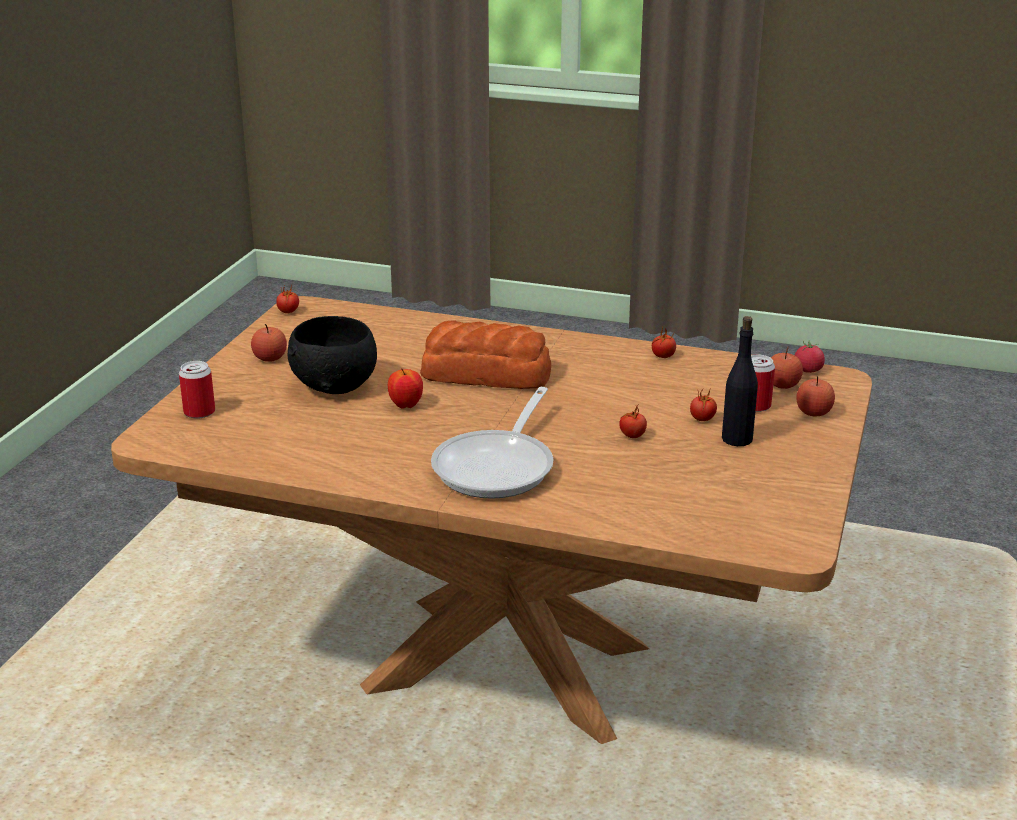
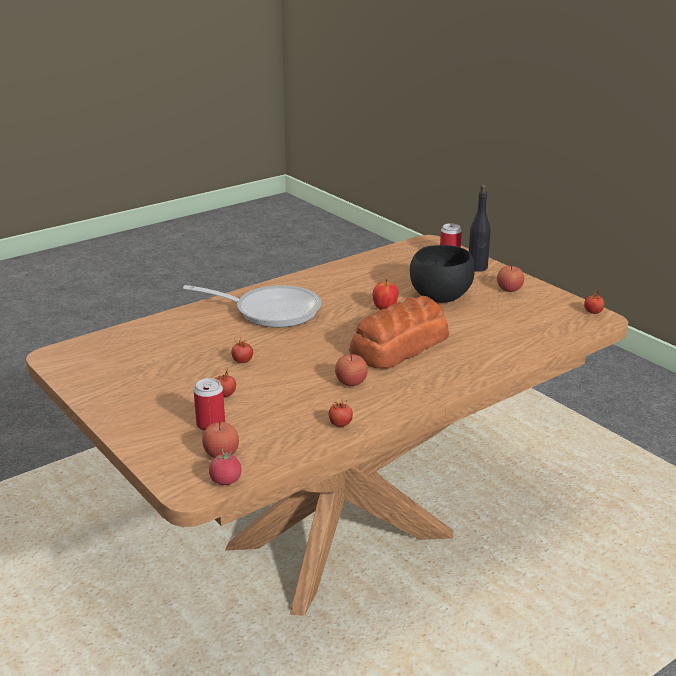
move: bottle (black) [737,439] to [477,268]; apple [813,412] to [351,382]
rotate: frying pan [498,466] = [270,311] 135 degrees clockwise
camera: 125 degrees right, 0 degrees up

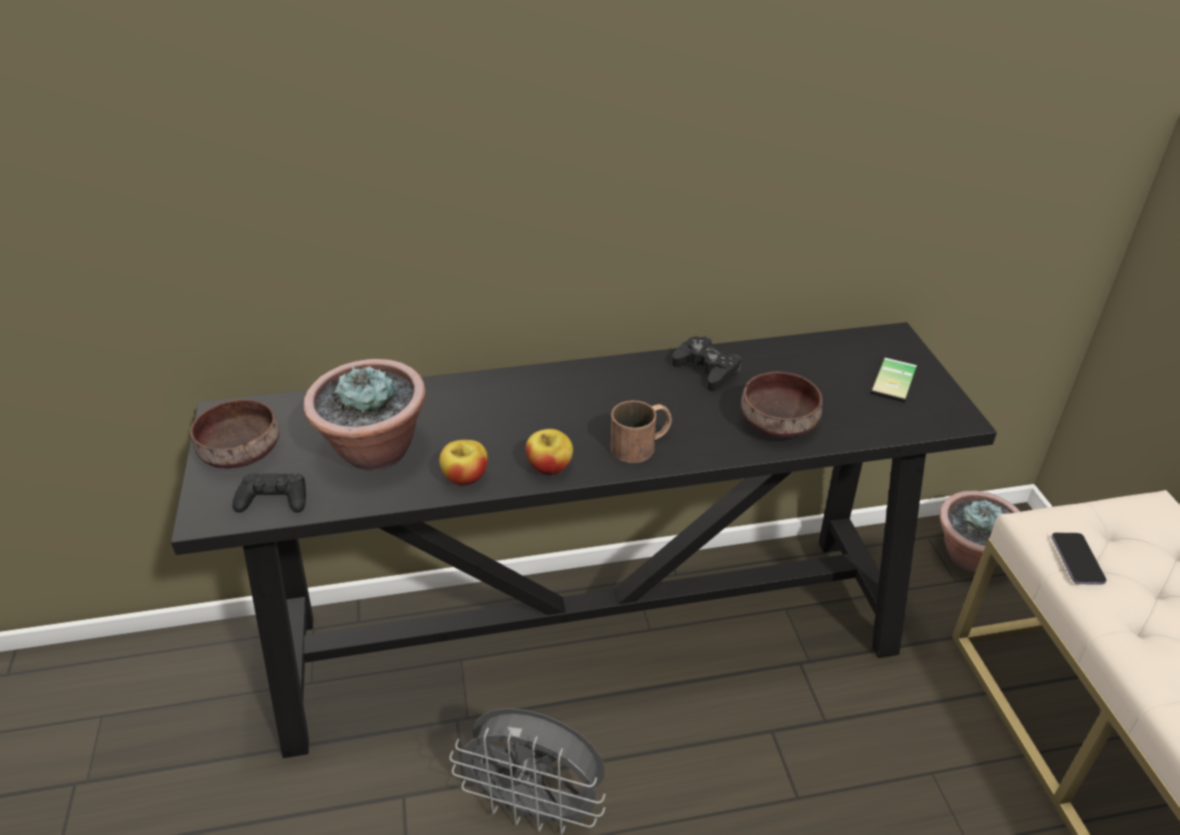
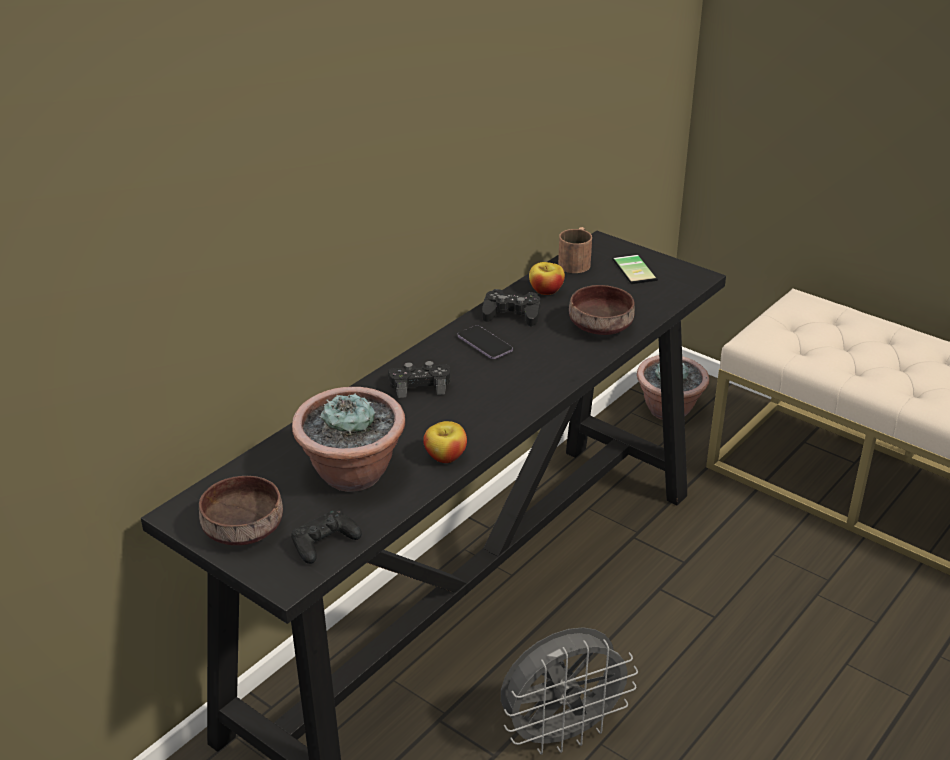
insert: game controller (black) [419,385]
move: apple [549,467] to [546,291]; mug (brown) [642,444] to [576,261]; phone [1077,560] to [484,344]
camera: 40 degrees left, 5 degrees down

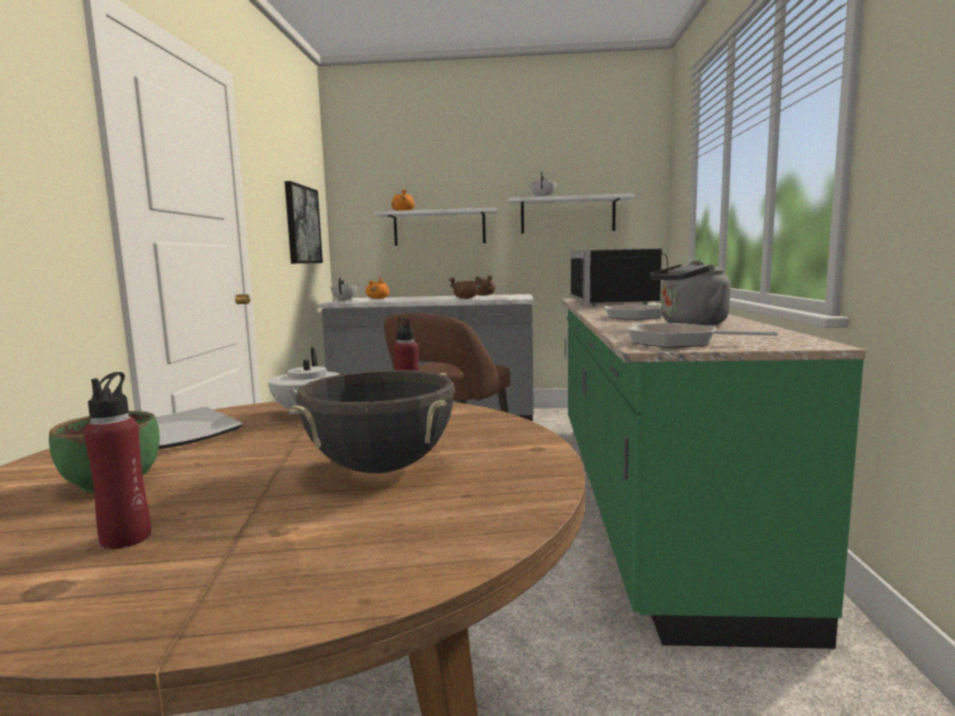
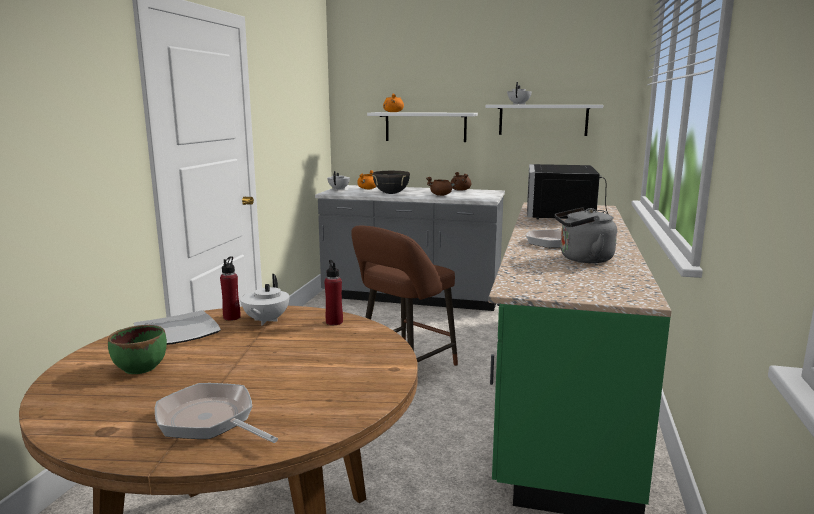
delete: picture [302,225]
move: bottle (red) [126,538] to [232,317]; cooking pot (black) [380,468] to [391,193]; frying pan [679,342] to [210,421]
camera: 10 degrees right, 5 degrees up

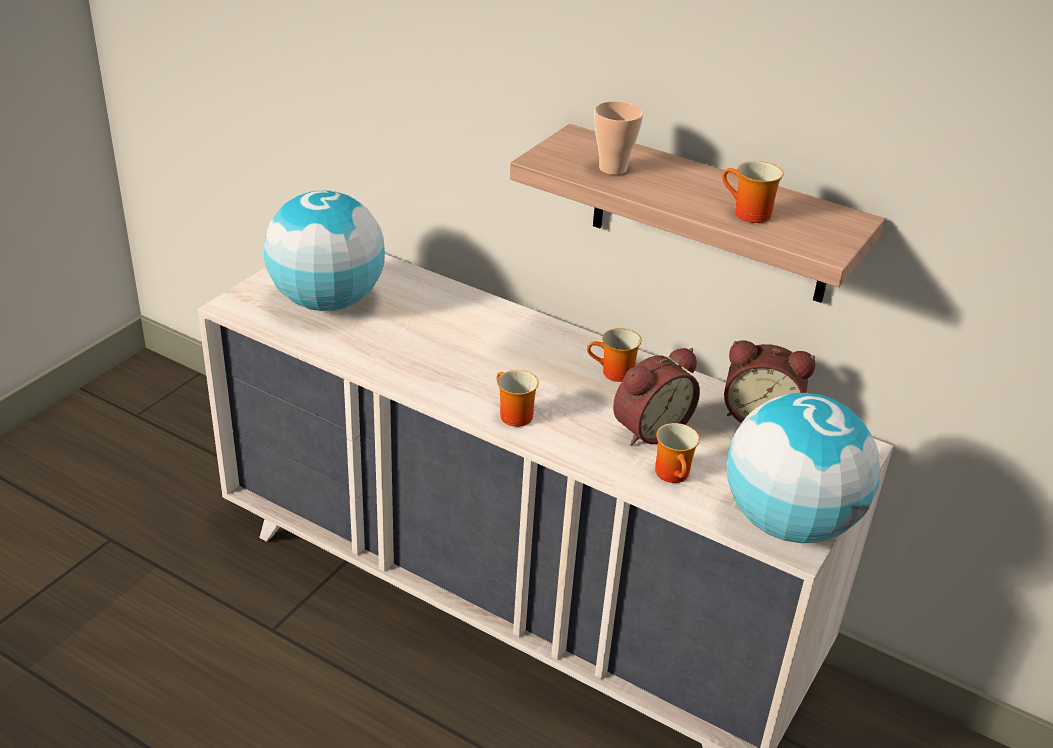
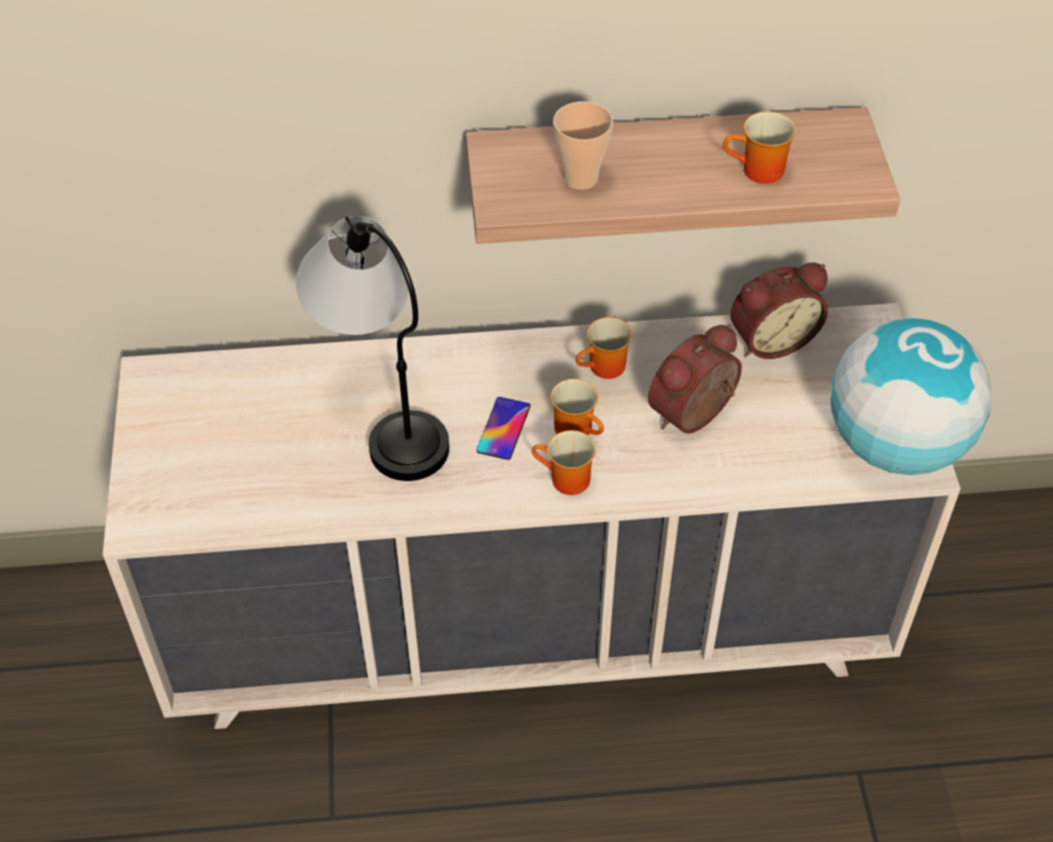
delete: globe [327,302]
insert: table lamp [384,412]; phone [503,428]
move: mug [675,475] to [578,429]
rotate: alarm clock [648,429] = [695,416] 150 degrees counterclockwise
camera: 35 degrees left, 15 degrees up

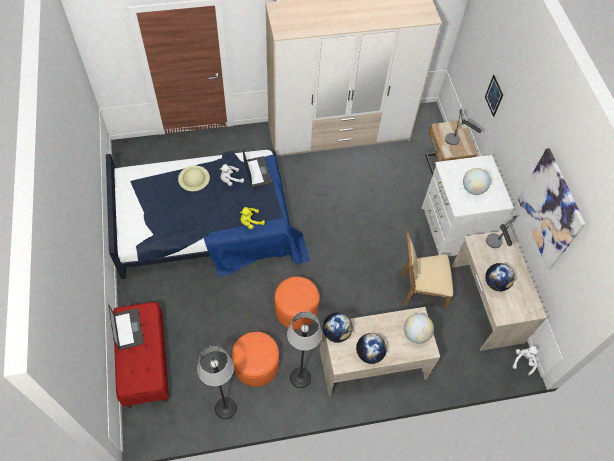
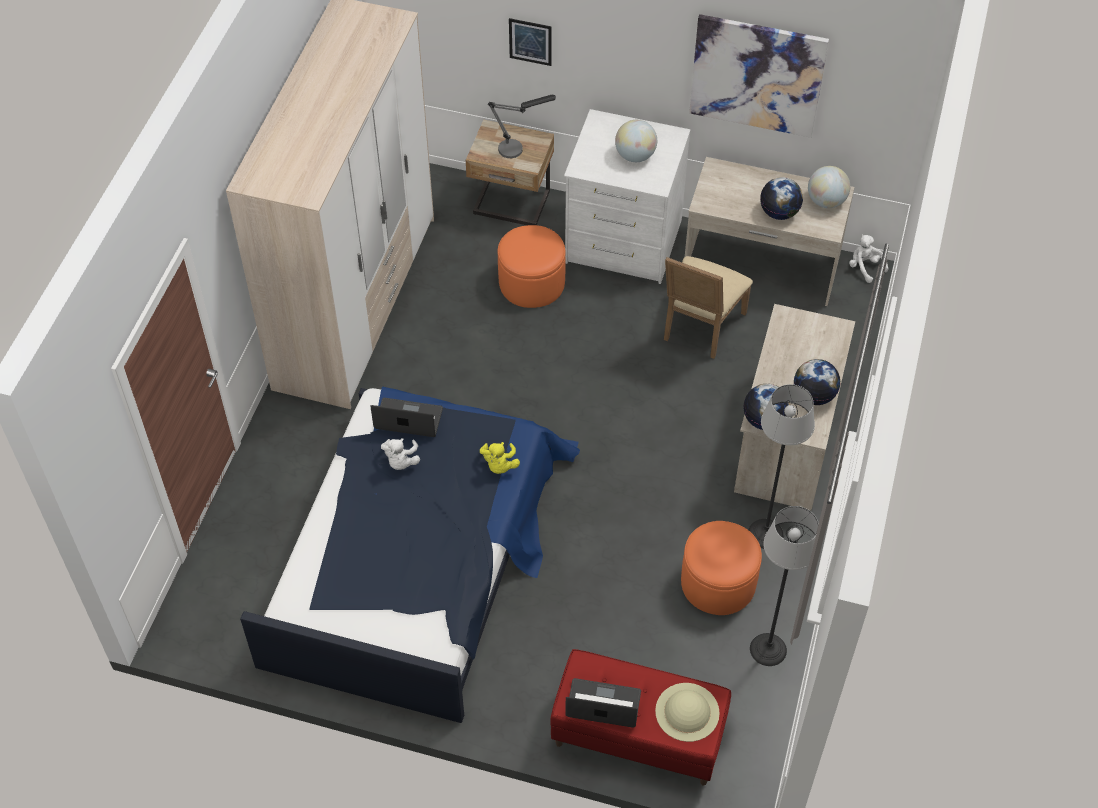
delete: table lamp [494,245]
move: hat (beige) [194,178] to [687,712]; ottoman (orange) [296,310] to [531,283]; globe [416,334] to [826,201]
camera: 60 degrees left, 5 degrees down

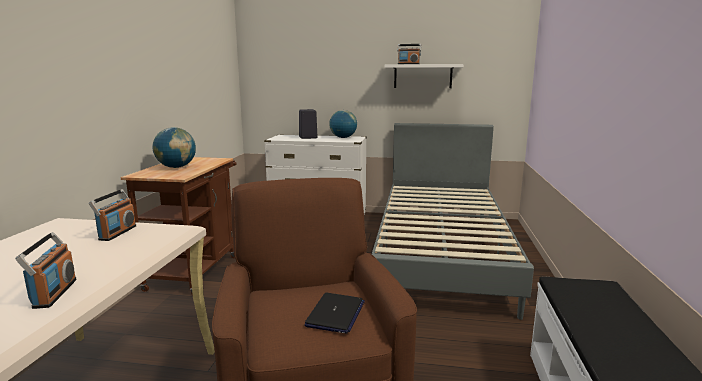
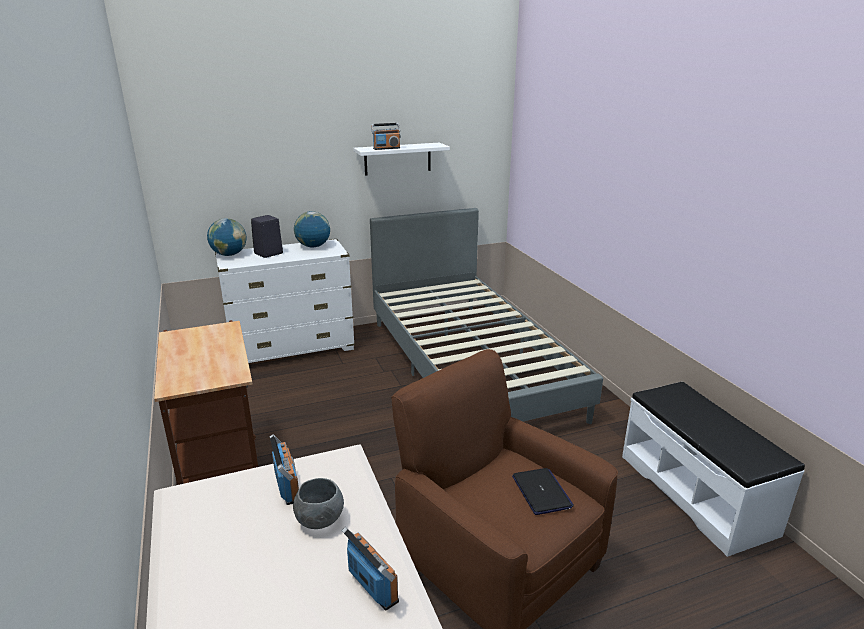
insert: bowl (grey) [319,520]
move: globe [176,167] to [229,254]
camera: 30 degrees left, 10 degrees up

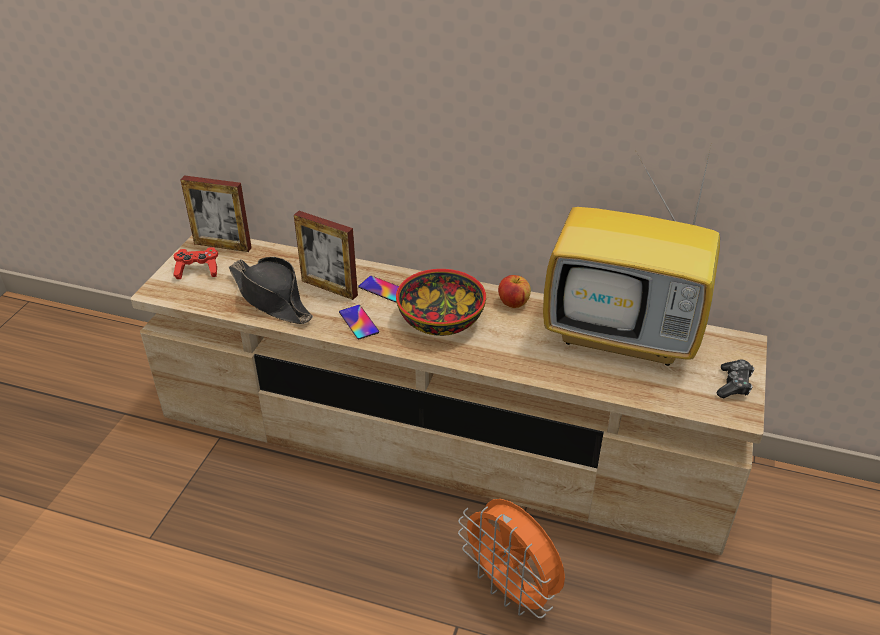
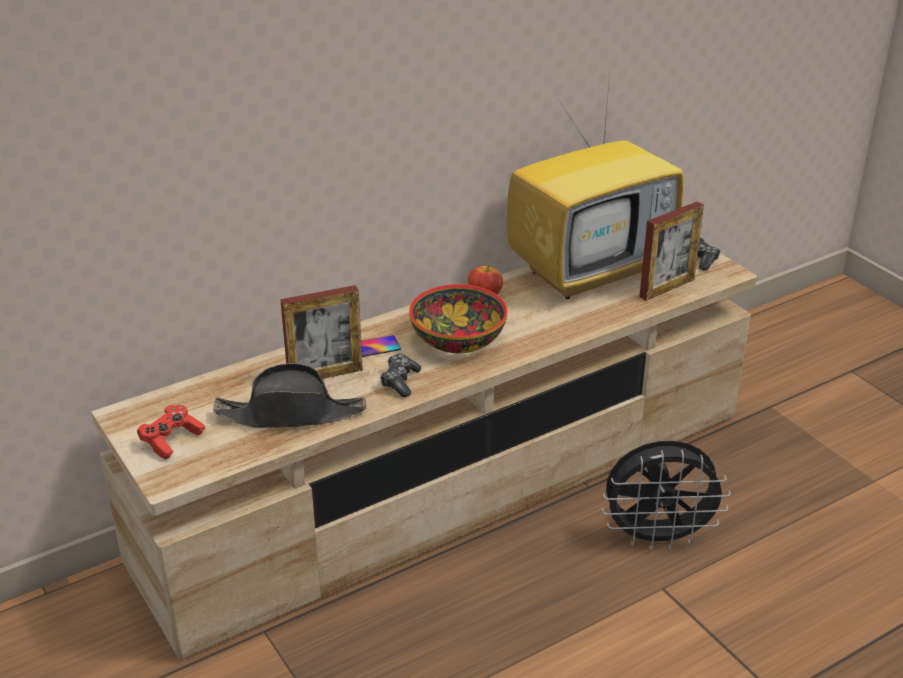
move: picture frame [222,246] to [667,288]
replace: phone [358,322] to game controller [400,381]
recolor: fan (orange) [511,590] to fan (black) [657,537]
camera: 50 degrees left, 5 degrees down

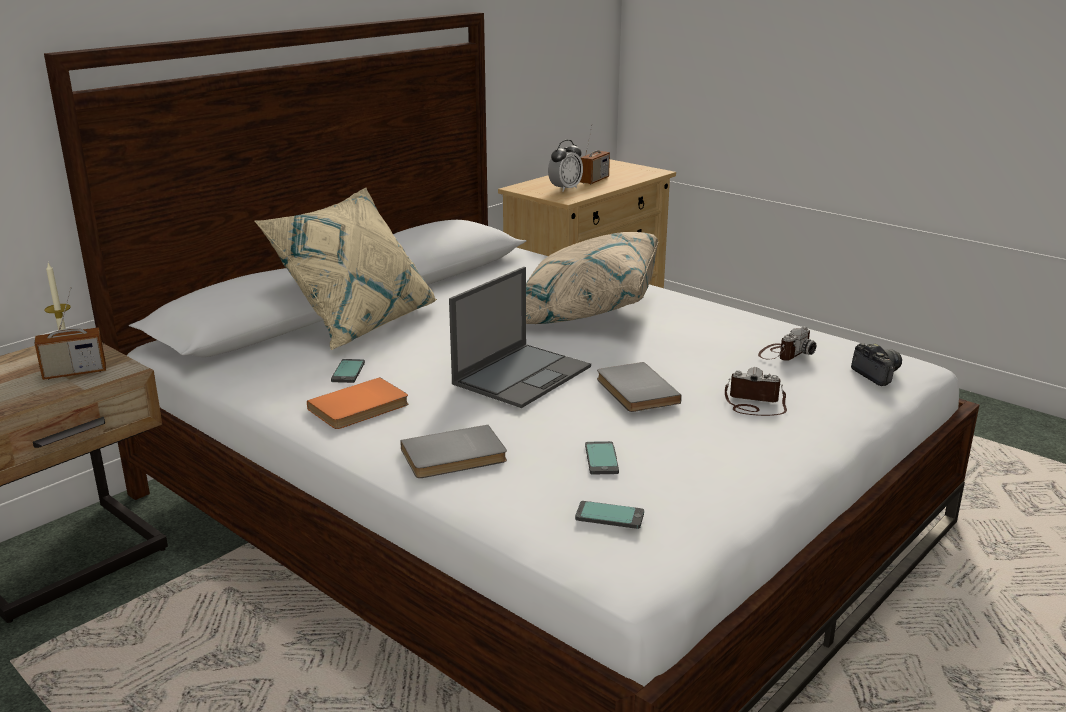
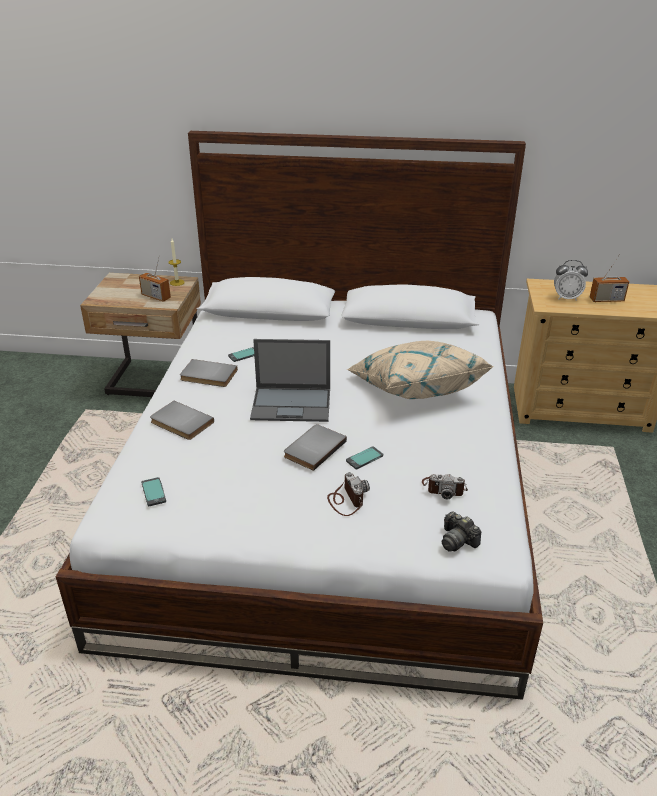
delete: pillow (beige) [357,323]
move: phone [602,459] to [364,458]
recolor: book (orange) [360,408] to book (grey) [208,376]
rotate: photo camera [876,374] = [457,541] 105 degrees clockwise
camera: 55 degrees right, 10 degrees up

